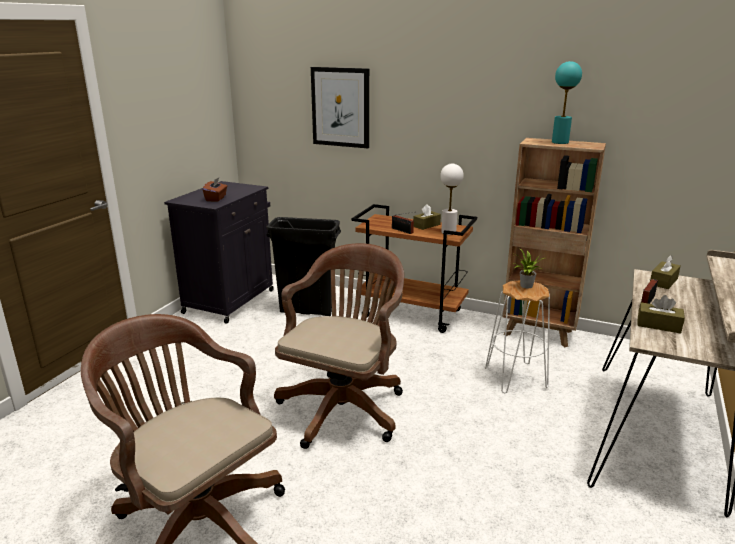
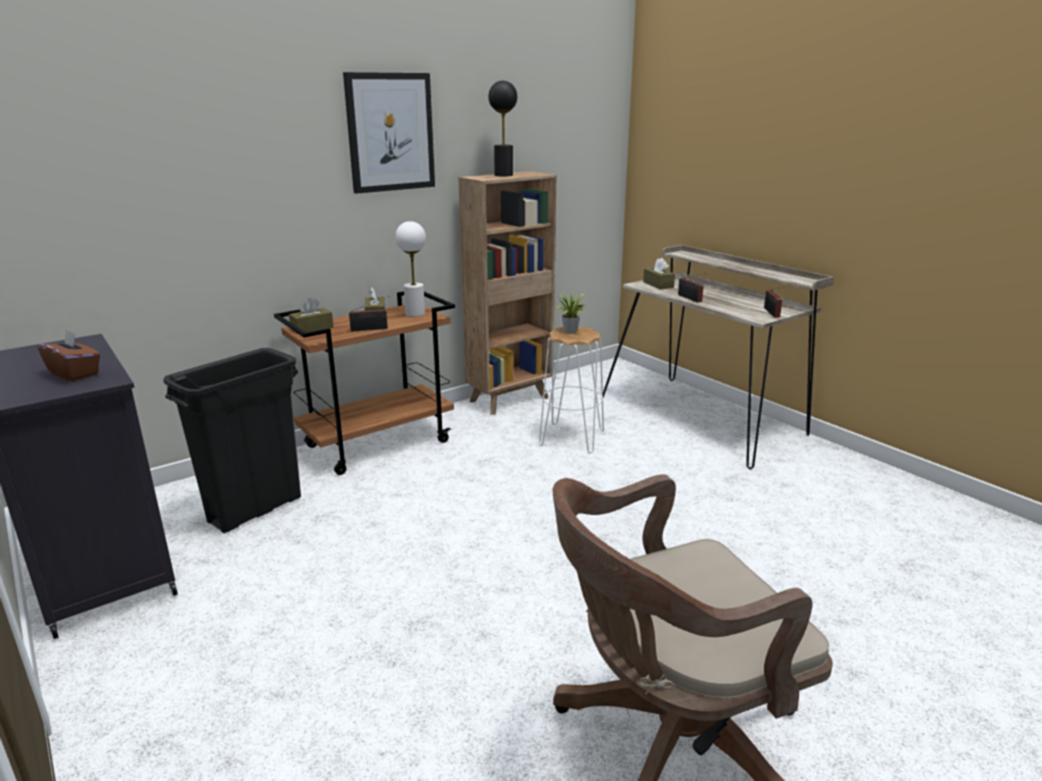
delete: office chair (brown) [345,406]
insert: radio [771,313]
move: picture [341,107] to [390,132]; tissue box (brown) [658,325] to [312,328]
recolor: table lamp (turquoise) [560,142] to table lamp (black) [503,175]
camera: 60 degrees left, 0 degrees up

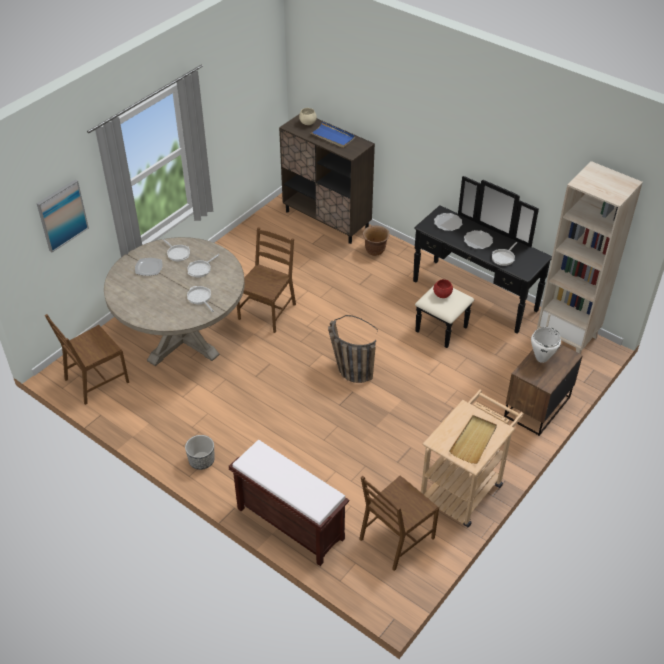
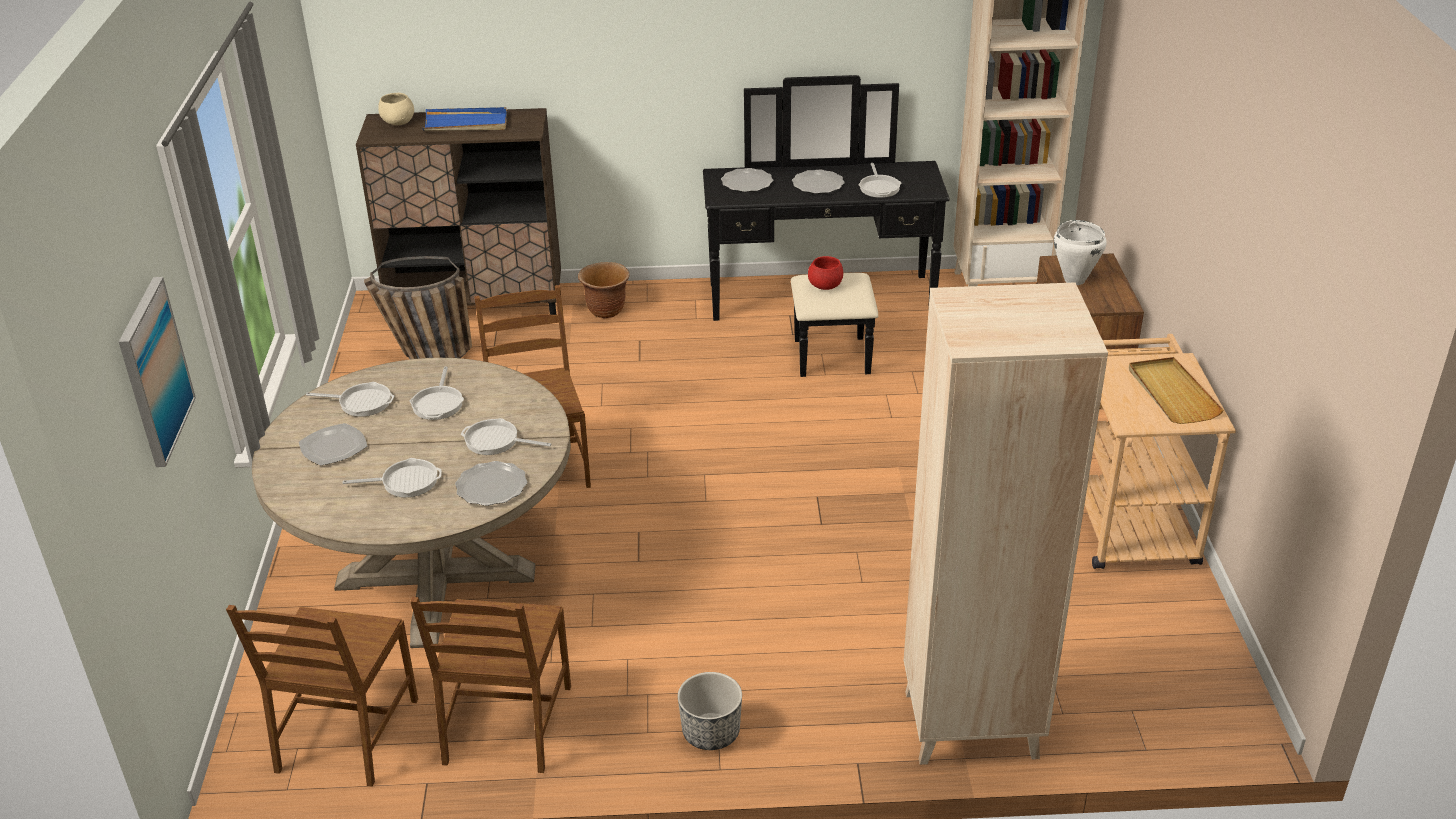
insert: frying pan [405,482]; plate [492,486]
move: basket [348,370] to [423,356]; chair (brown) [396,538] to [506,725]
replace: bench (brown) [289,523] to bookcase (beige) [969,725]
camera: 40 degrees left, 10 degrees down

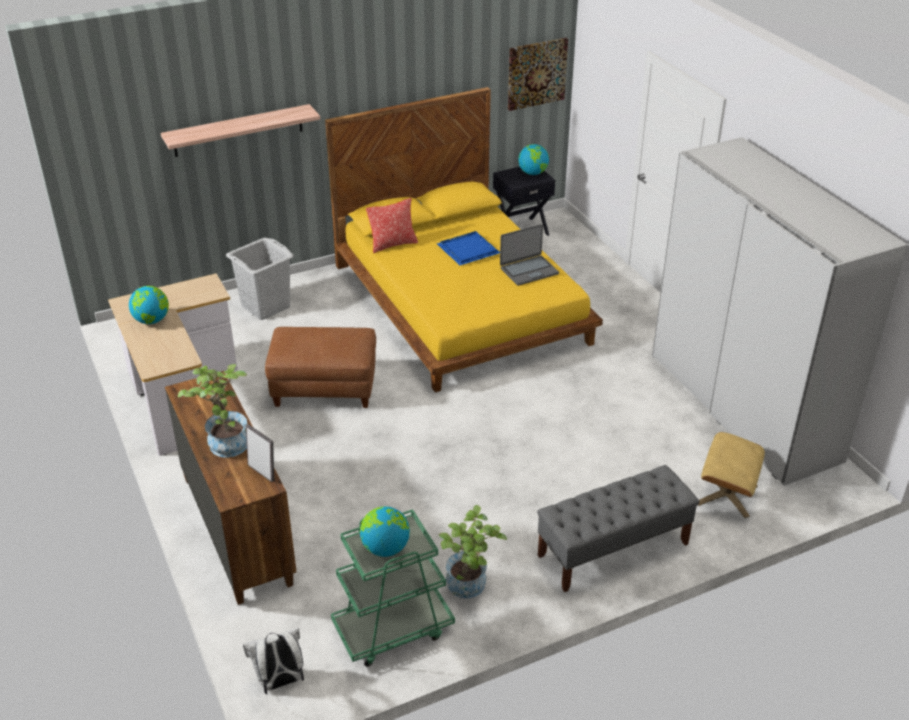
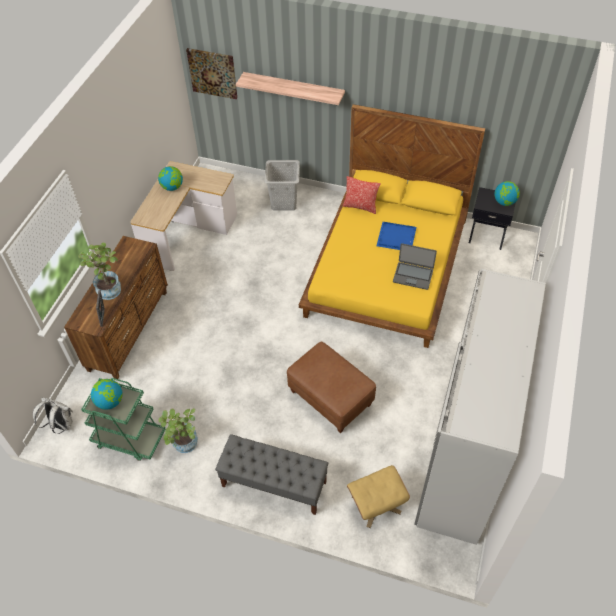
move: ottoman (brown) [324,389] to [330,398]; picture [536,73] to [212,73]
camera: 45 degrees right, 15 degrees up

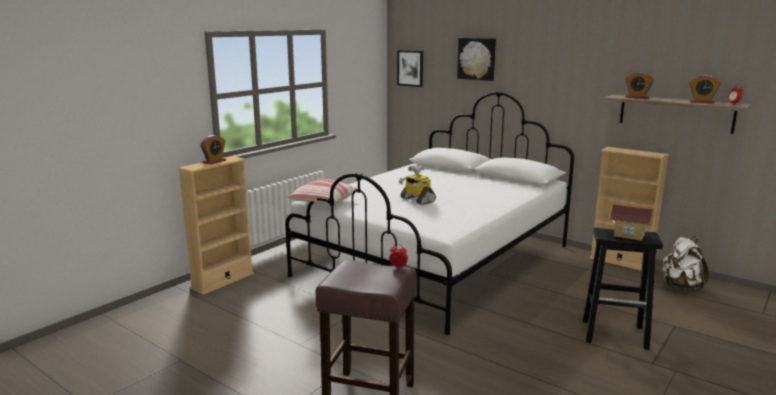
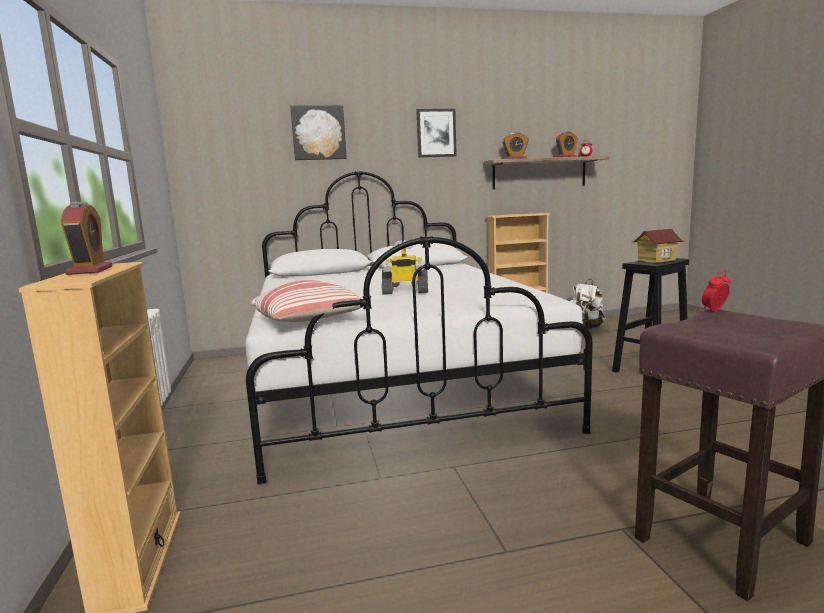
move: picture [410,68] to [436,133]
camera: 50 degrees left, 5 degrees down

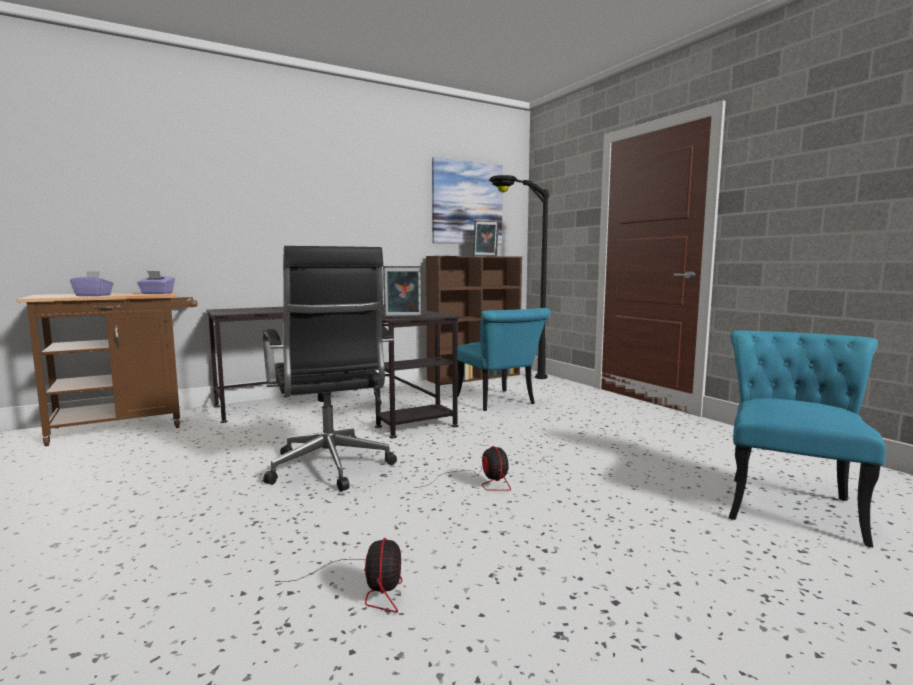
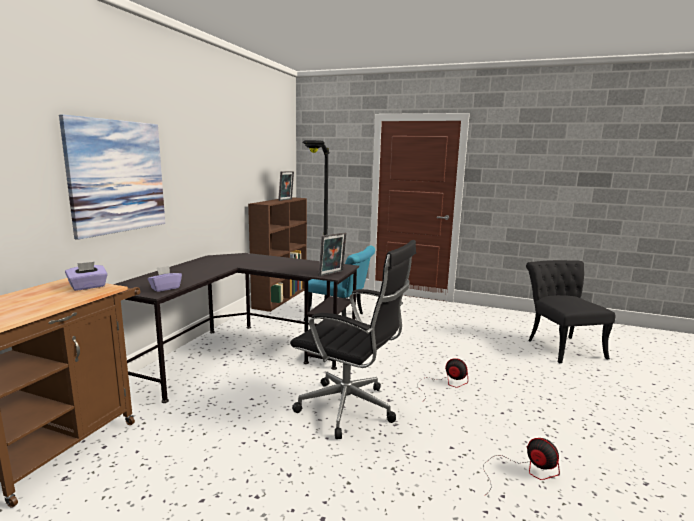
move: tissue box (purple) [93,295] to [165,288]; picture [467,203] to [117,176]
recolor: chair (turquoise) [790,503] to chair (black) [560,346]
camera: 40 degrees left, 5 degrees up

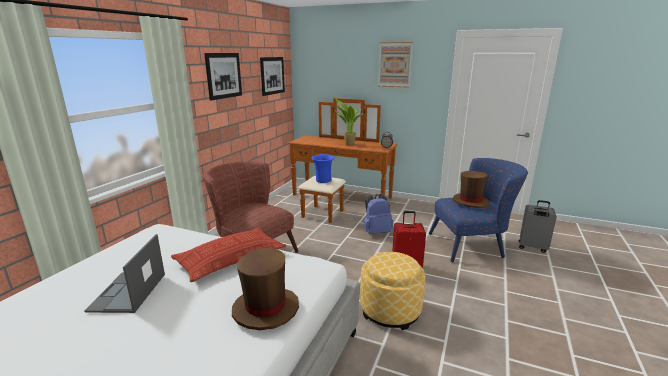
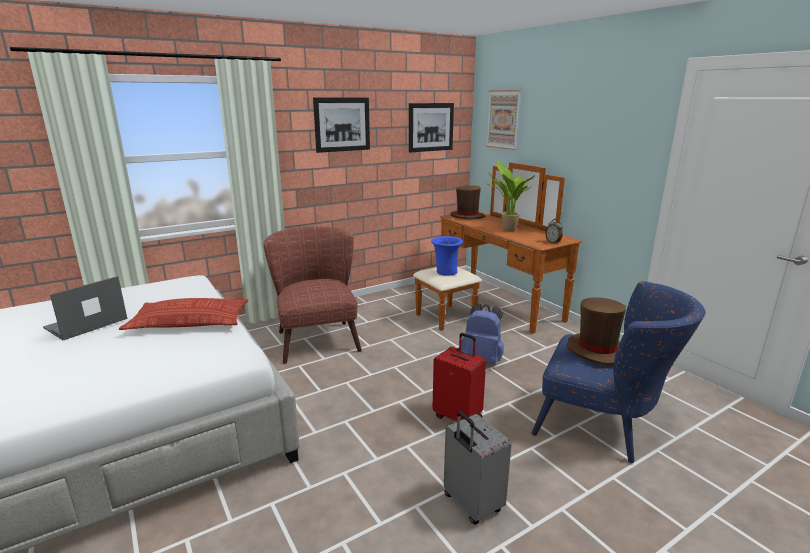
delete: ottoman [390,310]
move: hat (brown) [265,309] to [467,216]; picture [395,64] to [503,119]; suitcase (grey) [532,247] to [471,504]
camera: 35 degrees right, 0 degrees up

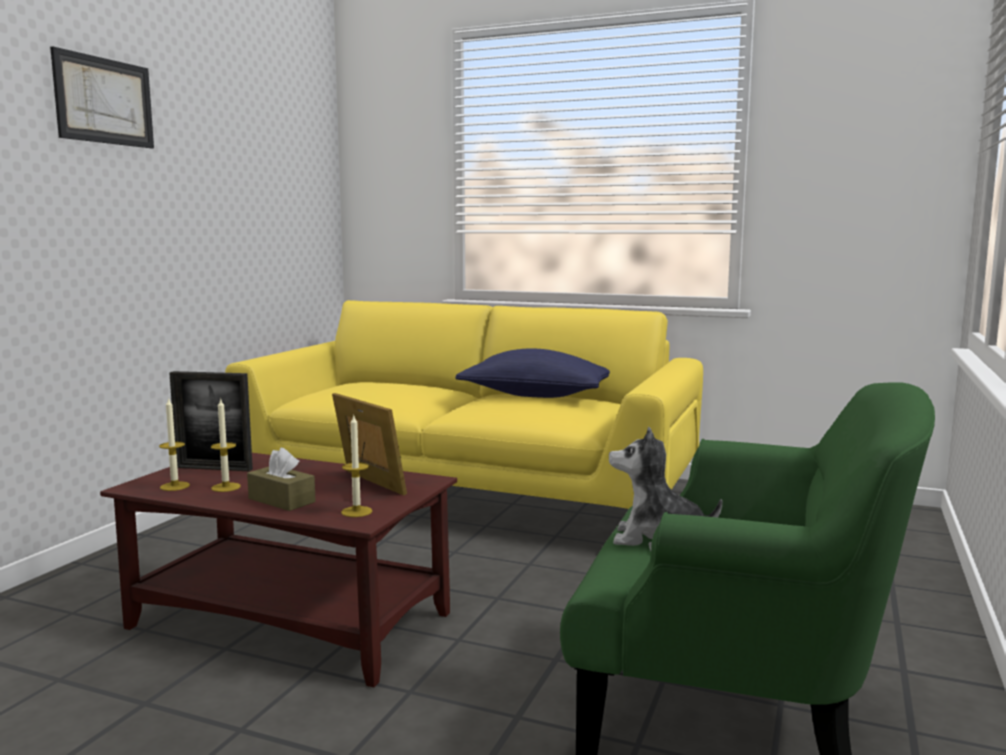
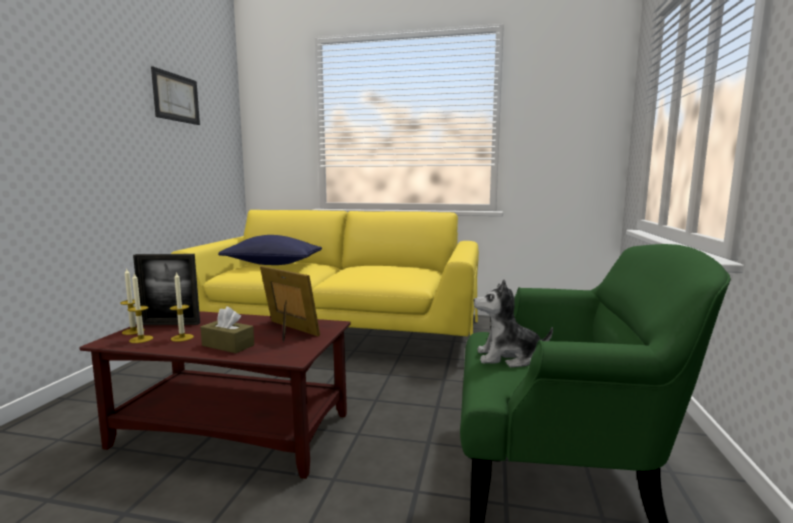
move: picture [104,101] to [176,98]; candle [356,511] to [133,331]; pillow (blue) [535,395] to [272,264]
camera: 10 degrees left, 0 degrees up

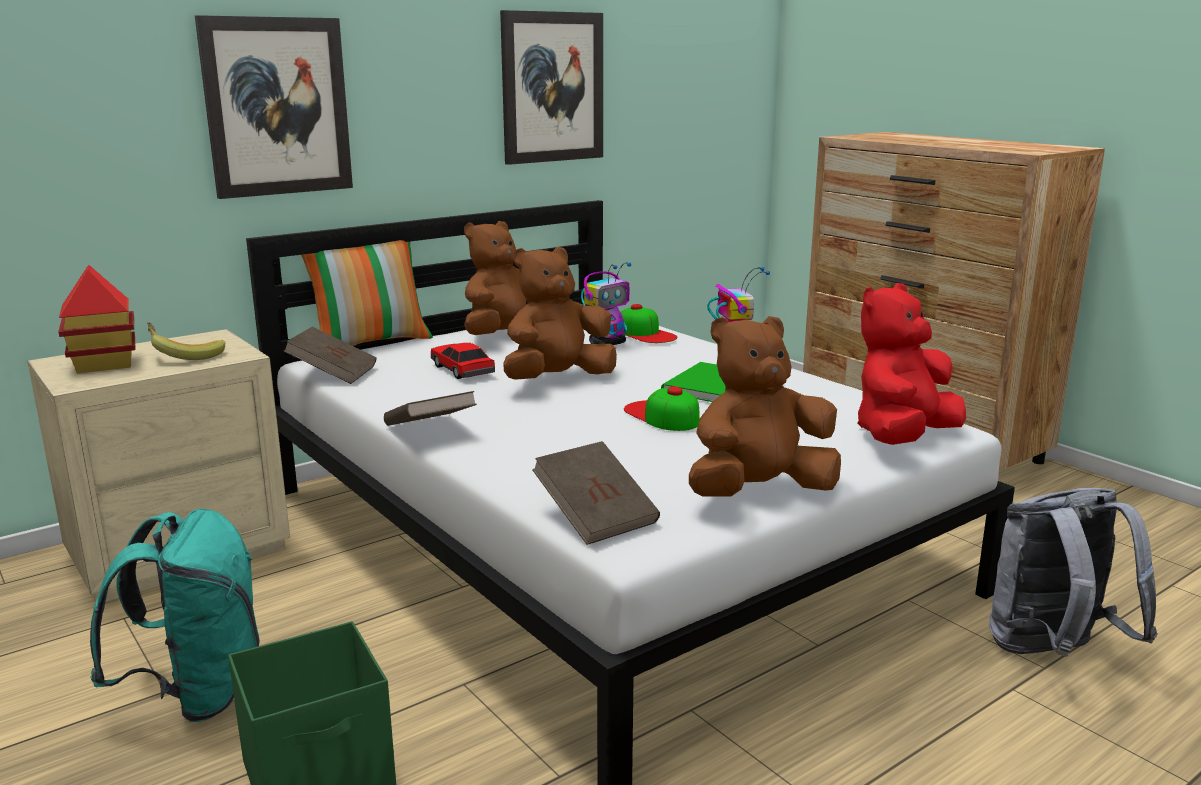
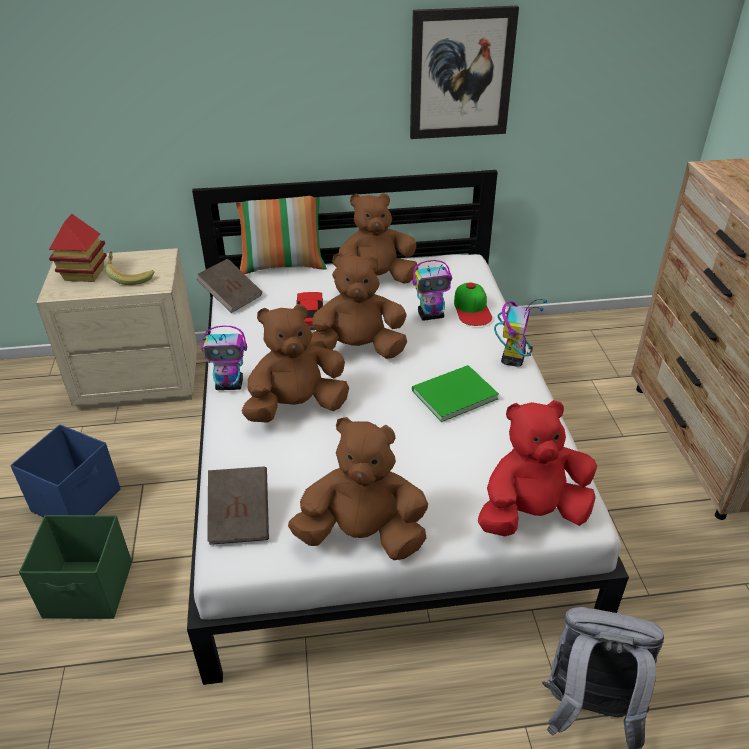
delete: picture [277,107]; cap [661,415]
insert: plush toy (brown) [297,407]
replace: backpack (turquoise) [197,693] to storage box (blue) [78,500]; book (brown) [430,431] to toy robot [230,384]
camera: 30 degrees right, 20 degrees up

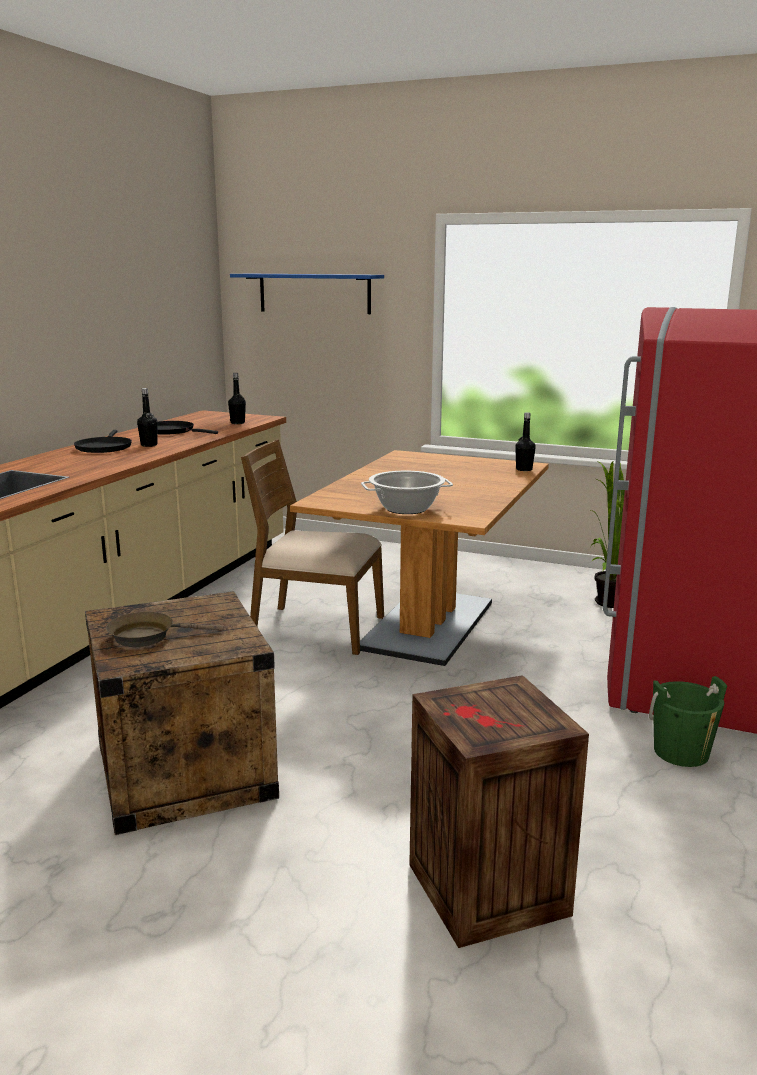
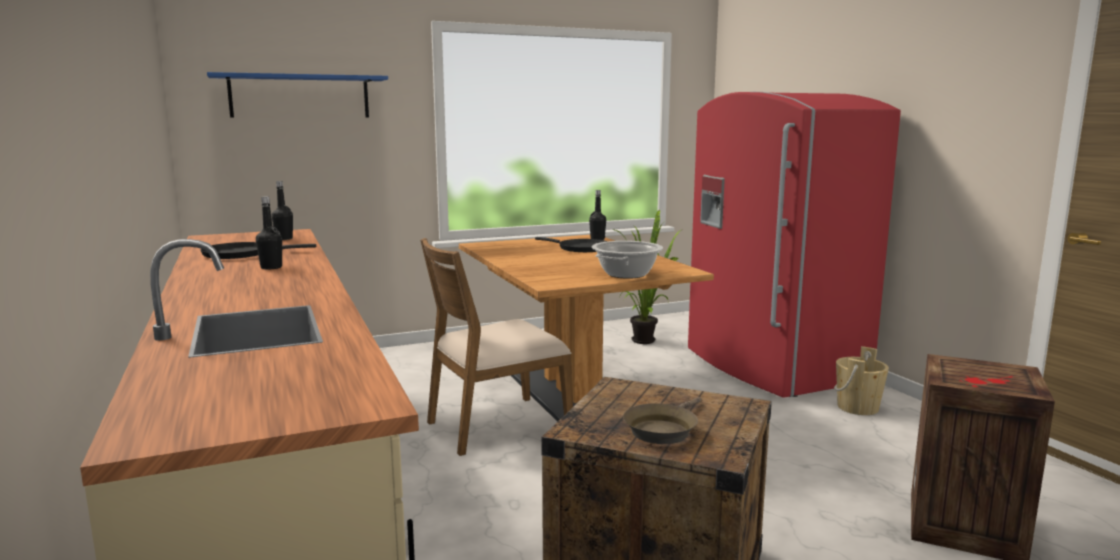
move: frying pan (black) [104,447] to [580,248]
recolor: bucket (green) [681,752] to bucket (beige) [857,407]
camera: 45 degrees left, 5 degrees down

